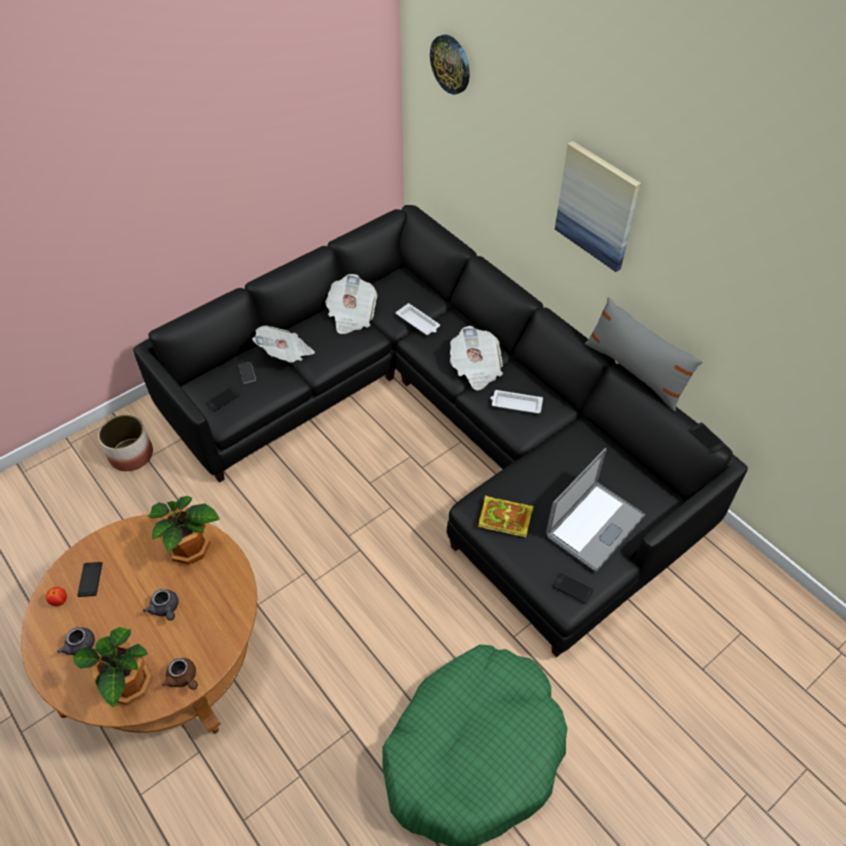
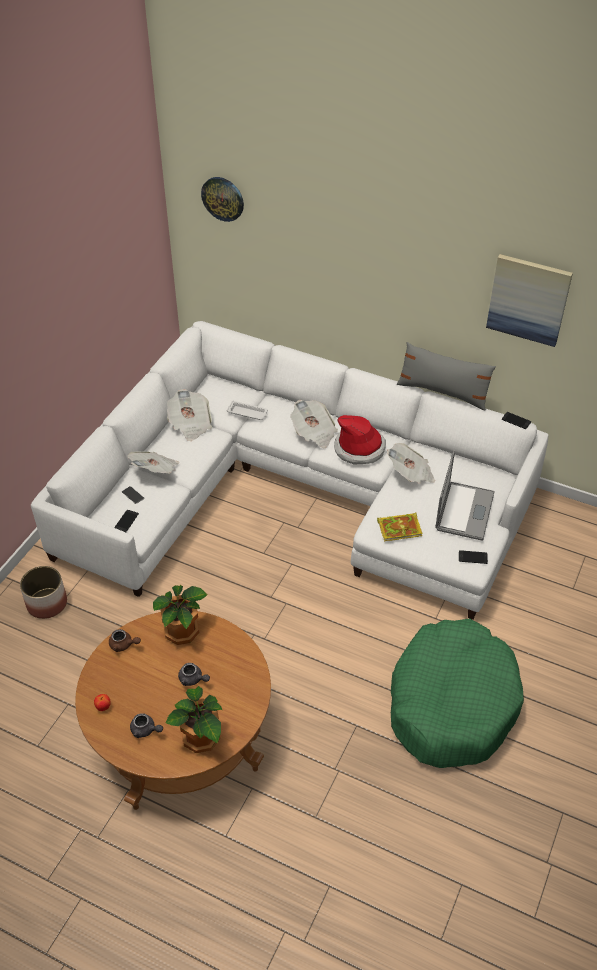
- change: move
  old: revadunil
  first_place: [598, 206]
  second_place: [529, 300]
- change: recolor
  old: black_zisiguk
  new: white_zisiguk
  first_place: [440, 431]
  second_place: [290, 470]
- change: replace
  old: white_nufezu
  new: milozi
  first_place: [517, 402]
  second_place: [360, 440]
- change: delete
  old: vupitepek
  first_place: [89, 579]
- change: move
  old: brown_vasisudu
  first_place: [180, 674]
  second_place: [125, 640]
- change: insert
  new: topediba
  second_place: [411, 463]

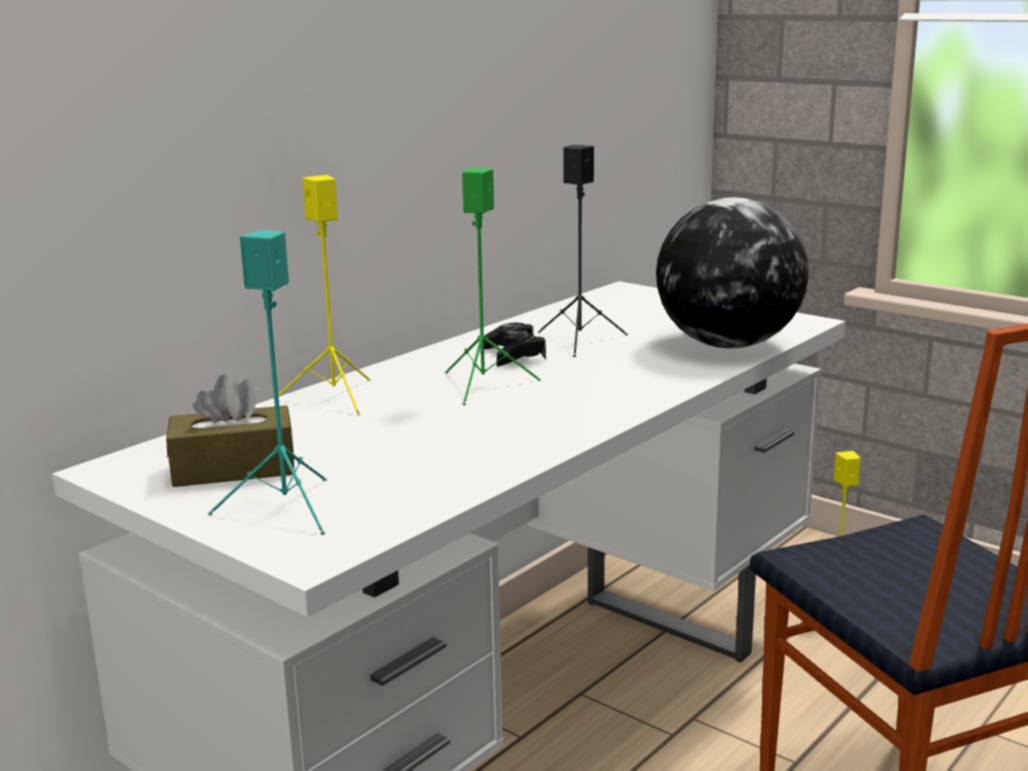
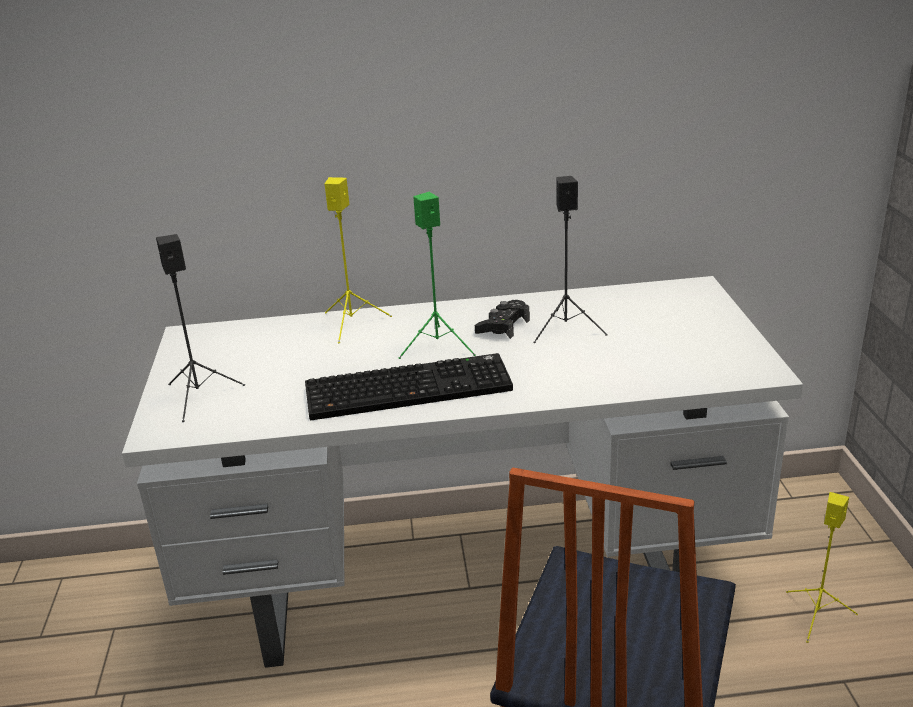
- change: delete
  old: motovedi
  first_place: [732, 273]
- change: recolor
  old: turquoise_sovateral
  new: black_sovateral
  first_place: [267, 382]
  second_place: [200, 328]
- change: delete
  old: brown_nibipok
  first_place: [230, 430]
- change: insert
  new: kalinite
  second_place: [409, 386]

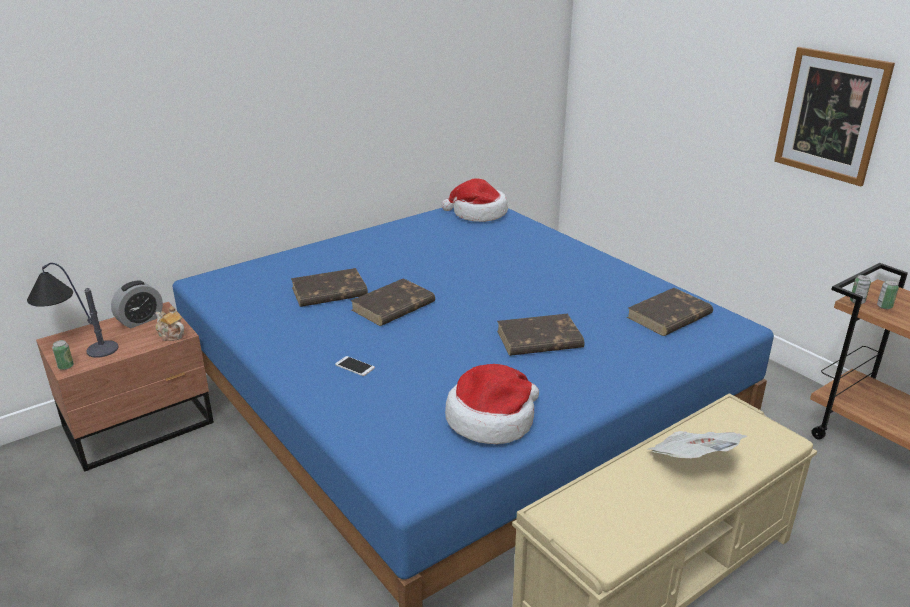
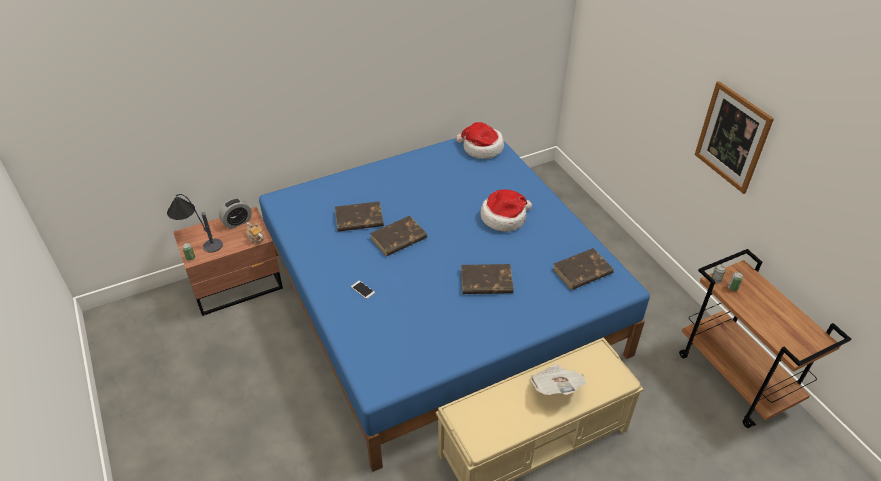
- change: move
  old: milozi
  first_place: [492, 404]
  second_place: [506, 211]

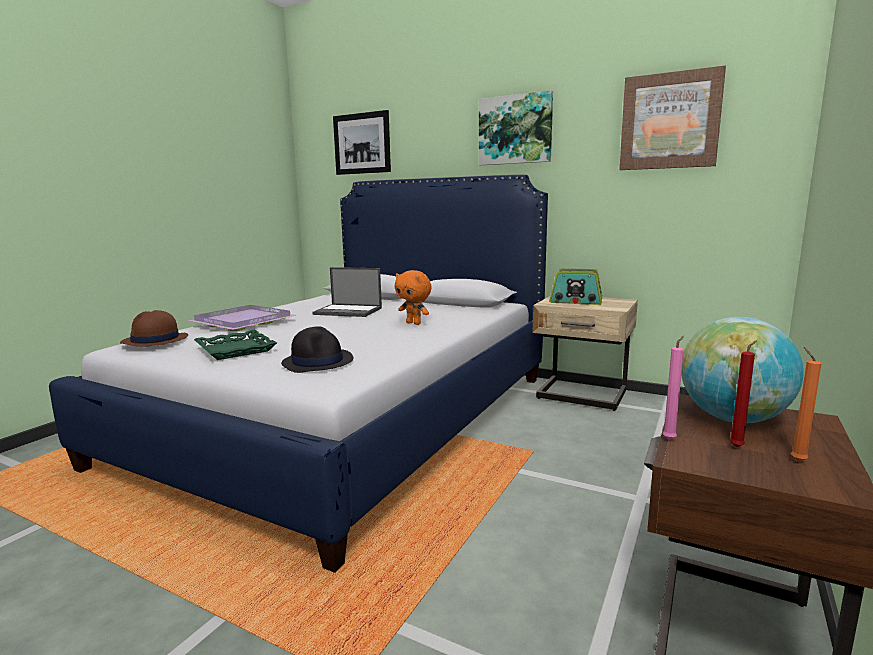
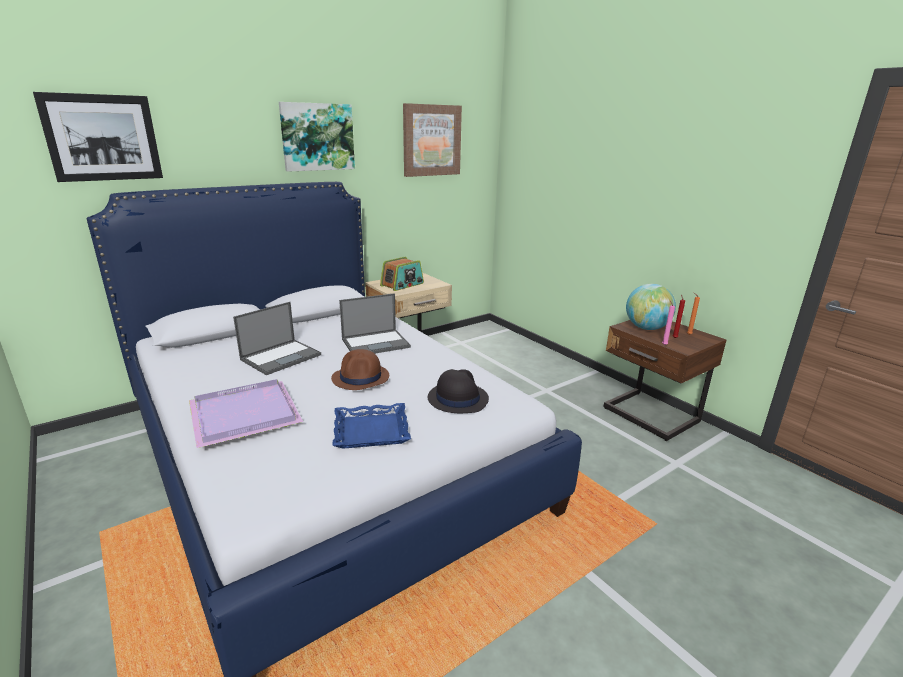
- change: replace
  old: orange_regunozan
  new: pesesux
  first_place: [413, 297]
  second_place: [375, 323]
- change: move
  old: brown_milozi
  first_place: [154, 328]
  second_place: [360, 369]
- change: recolor
  old: green_nufezu
  new: blue_nufezu
  first_place: [235, 344]
  second_place: [371, 426]

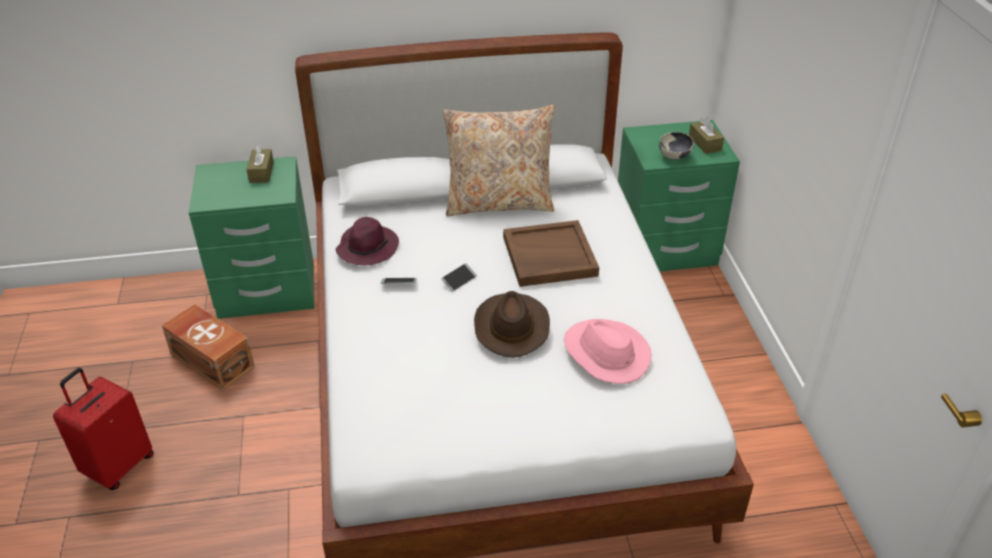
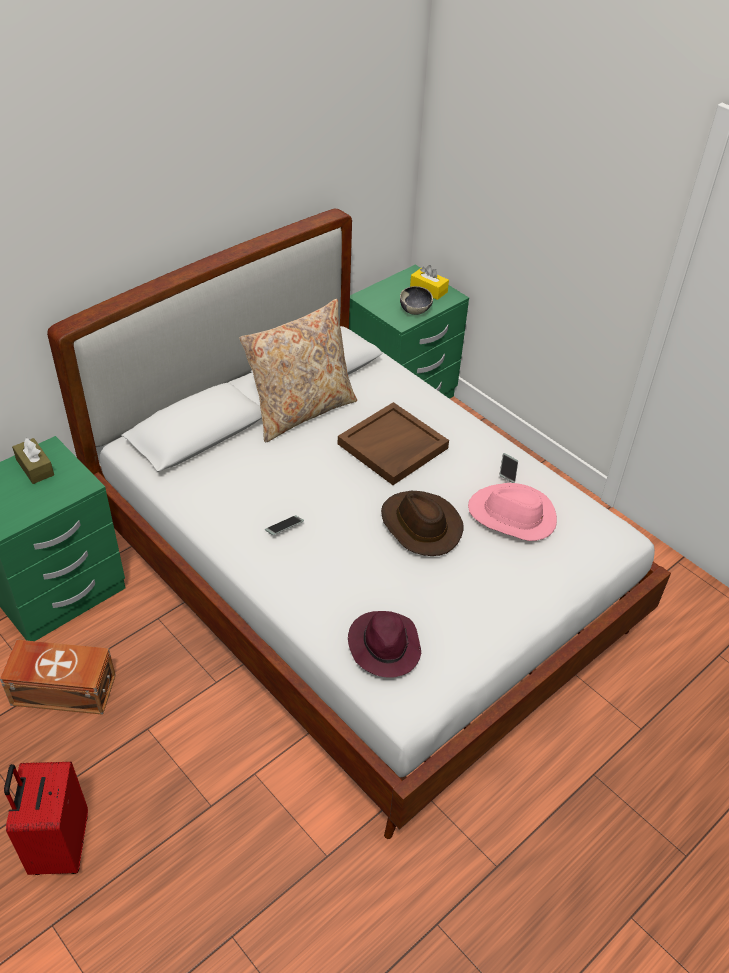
- change: recolor
  old: brown_nibipok
  new: yellow_nibipok
  first_place: [706, 135]
  second_place: [429, 282]
- change: move
  old: purple_milozi
  first_place: [367, 241]
  second_place: [384, 644]
- change: move
  old: vupitepek
  first_place: [459, 277]
  second_place: [509, 468]

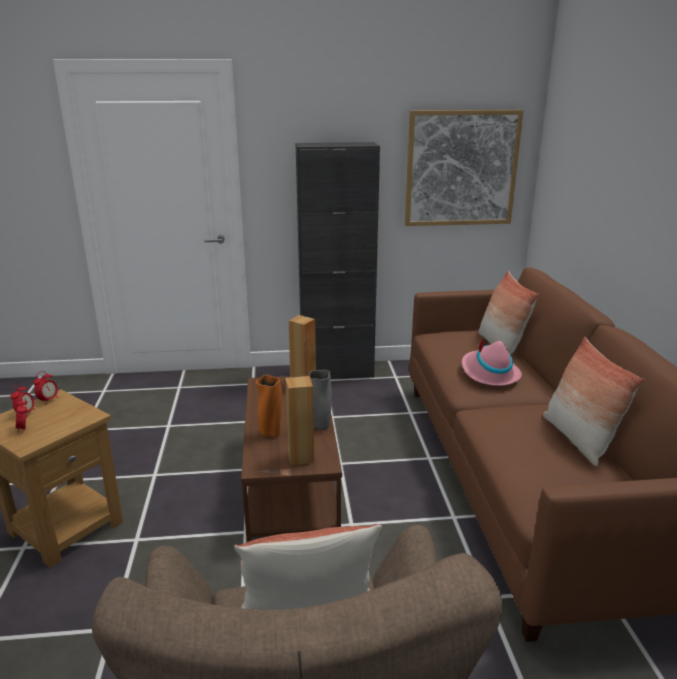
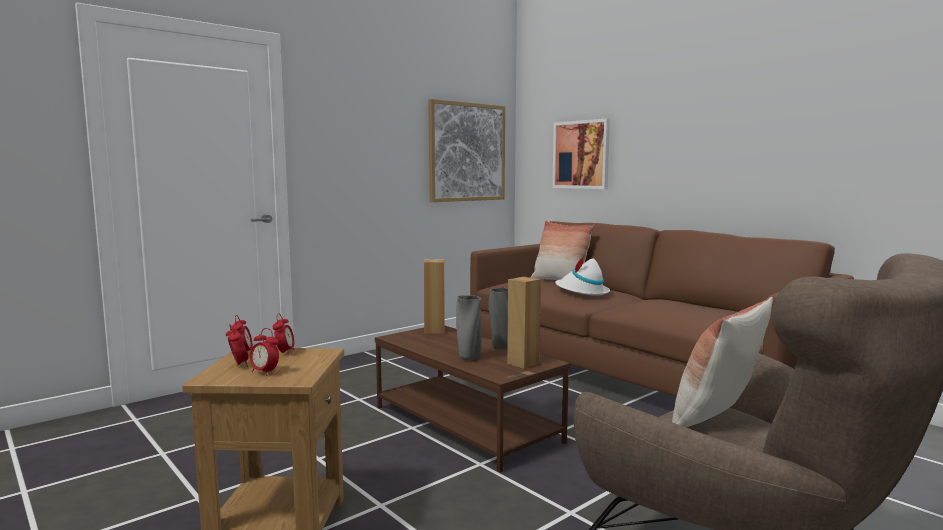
- change: delete
  old: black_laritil
  first_place: [338, 260]
- change: delete
  old: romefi
  first_place: [593, 402]
- change: recolor
  old: pink_milozi
  new: white_milozi
  first_place: [492, 362]
  second_place: [582, 275]
- change: recolor
  old: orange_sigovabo
  new: grey_sigovabo
  first_place: [269, 406]
  second_place: [469, 328]
- change: insert
  new: revadunil
  second_place: [581, 153]
- change: insert
  new: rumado
  second_place: [283, 334]

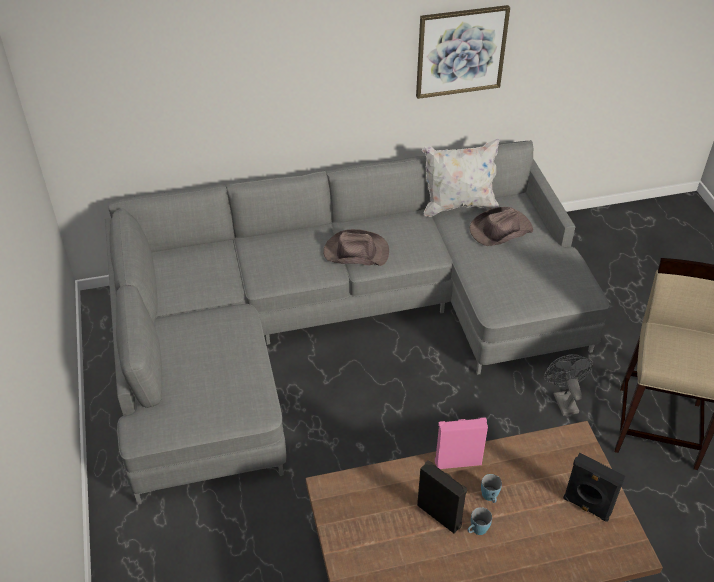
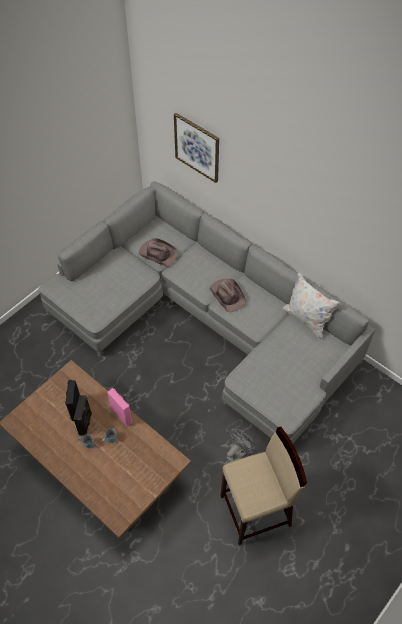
- change: move
  old: revadunil
  first_place: [463, 52]
  second_place: [196, 148]
- change: move
  old: brown_milozi
  first_place: [501, 226]
  second_place: [158, 252]
- change: move
  old: black_sovateral
  first_place: [594, 487]
  second_place: [72, 400]

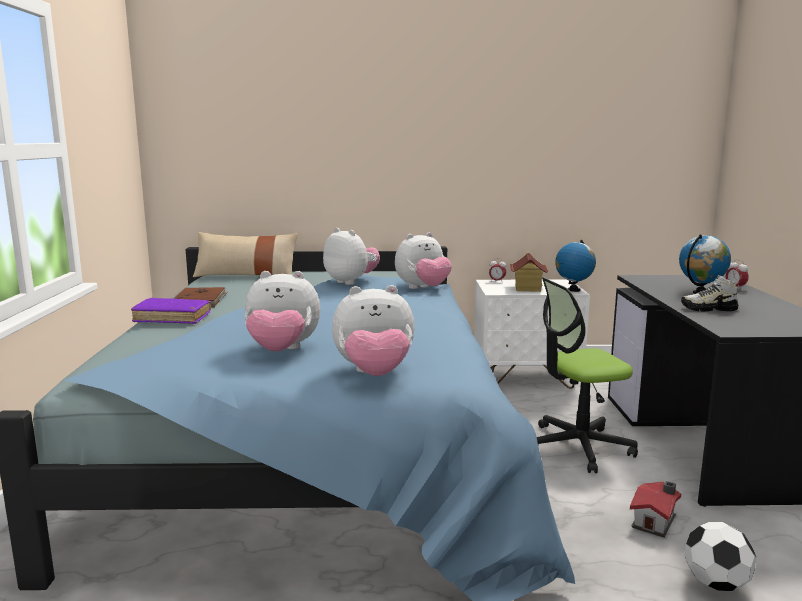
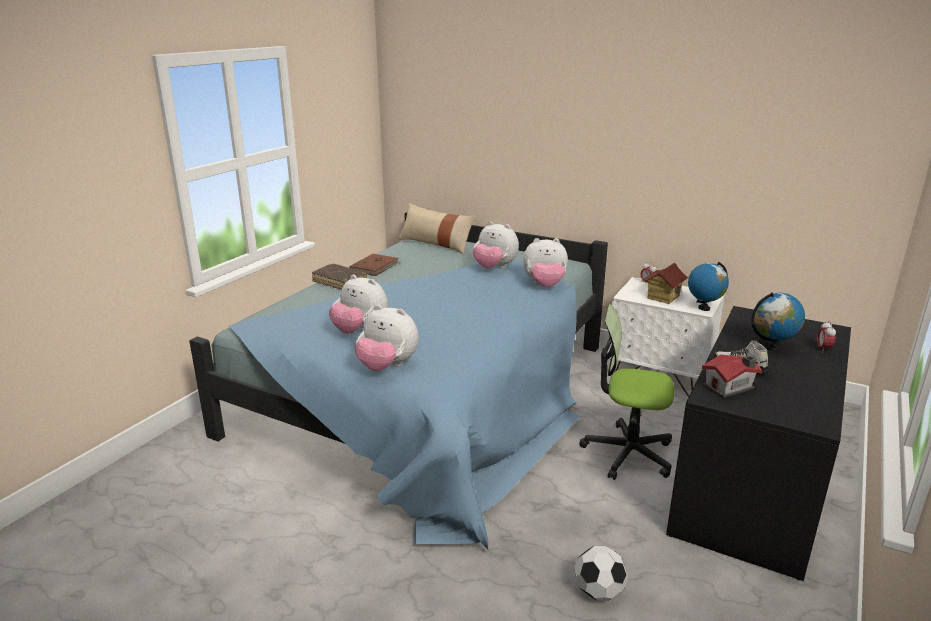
- change: rotate
  old: regunozan
  first_place: [351, 256]
  second_place: [496, 245]
  degrees: 135
- change: recolor
  old: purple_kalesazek
  new: brown_kalesazek
  first_place: [171, 311]
  second_place: [339, 277]
- change: move
  old: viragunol
  first_place: [655, 509]
  second_place: [732, 376]

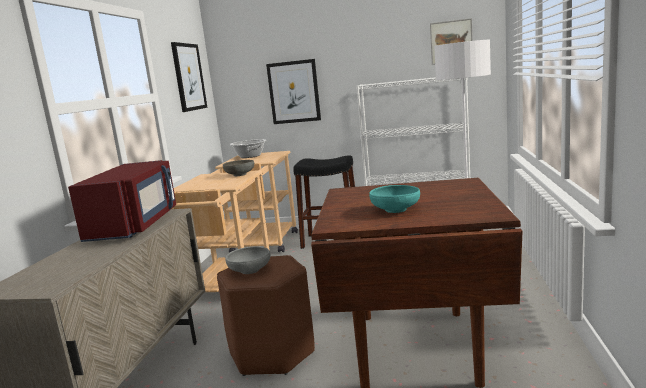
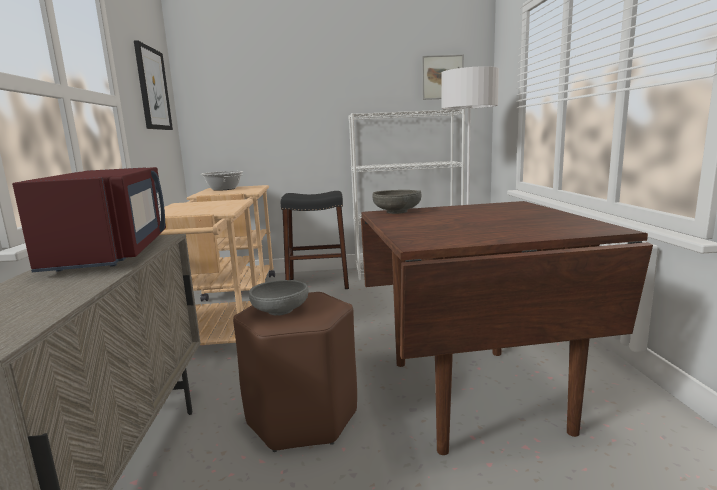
- change: delete
  old: revadunil
  first_place: [293, 91]
- change: move
  old: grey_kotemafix
  first_place: [238, 168]
  second_place: [397, 202]
- change: delete
  old: turquoise_kotemafix
  first_place: [394, 199]

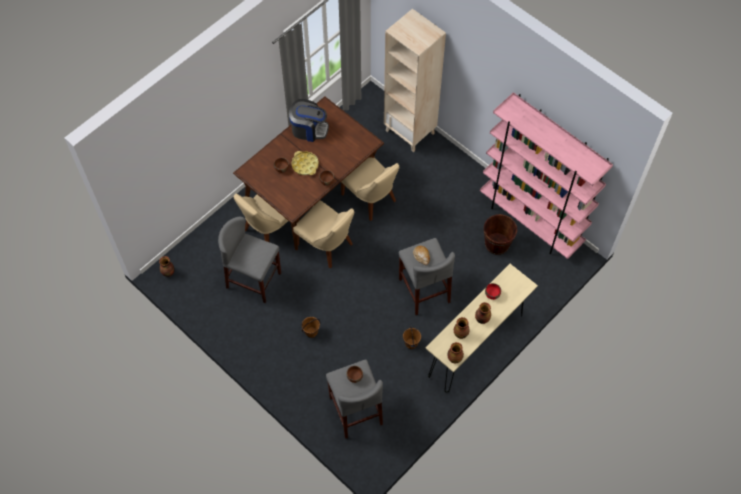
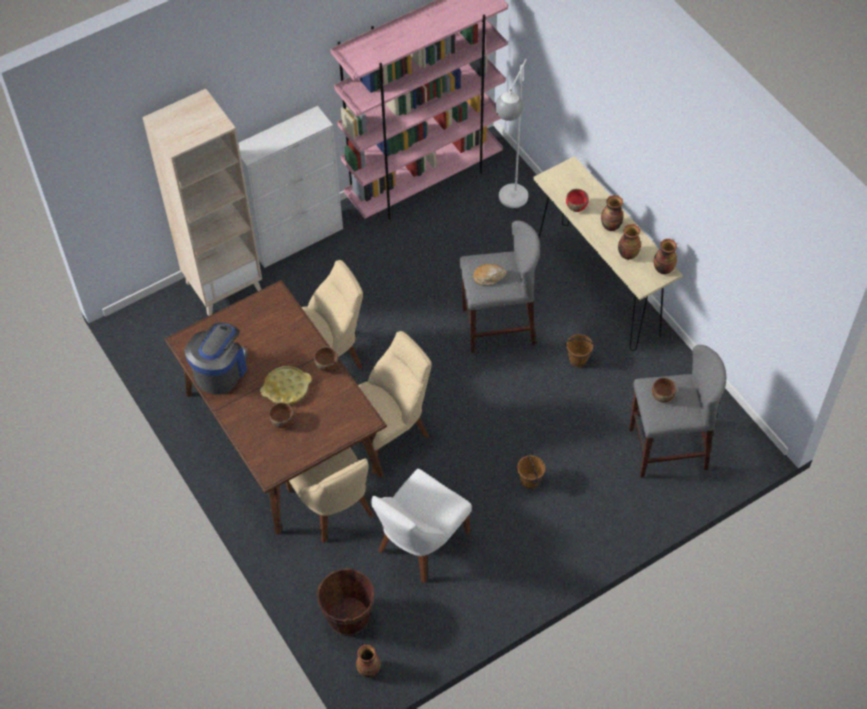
- change: move
  old: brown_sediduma
  first_place: [500, 234]
  second_place: [345, 602]
- change: replace
  old: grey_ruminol
  new: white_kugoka
  first_place: [249, 260]
  second_place: [421, 526]
- change: insert
  new: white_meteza
  second_place: [511, 133]
- change: insert
  new: white_laritil
  second_place: [290, 187]

